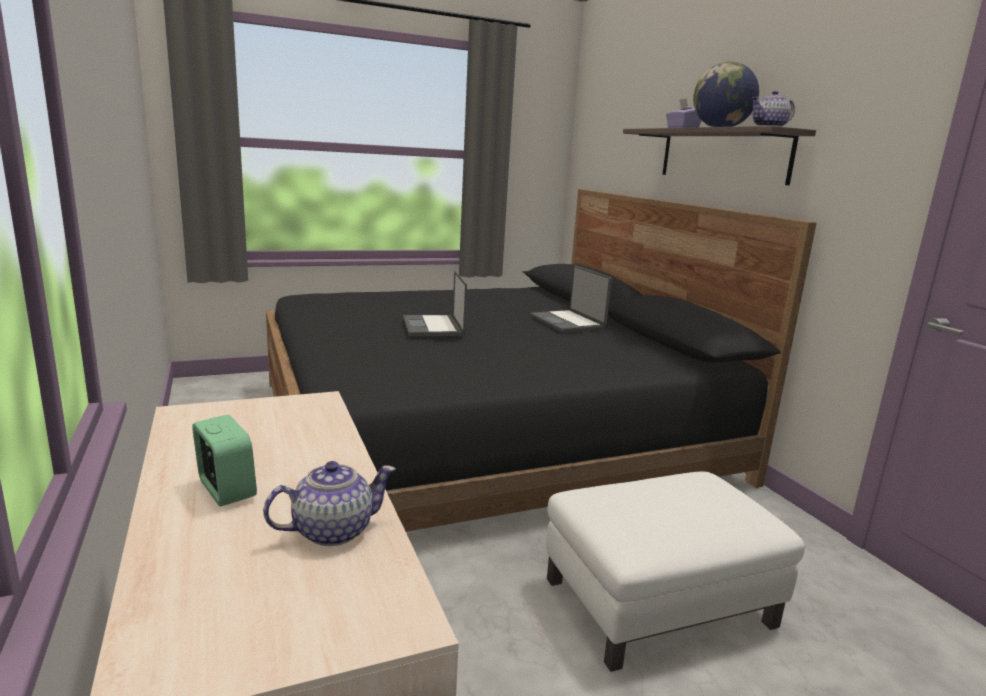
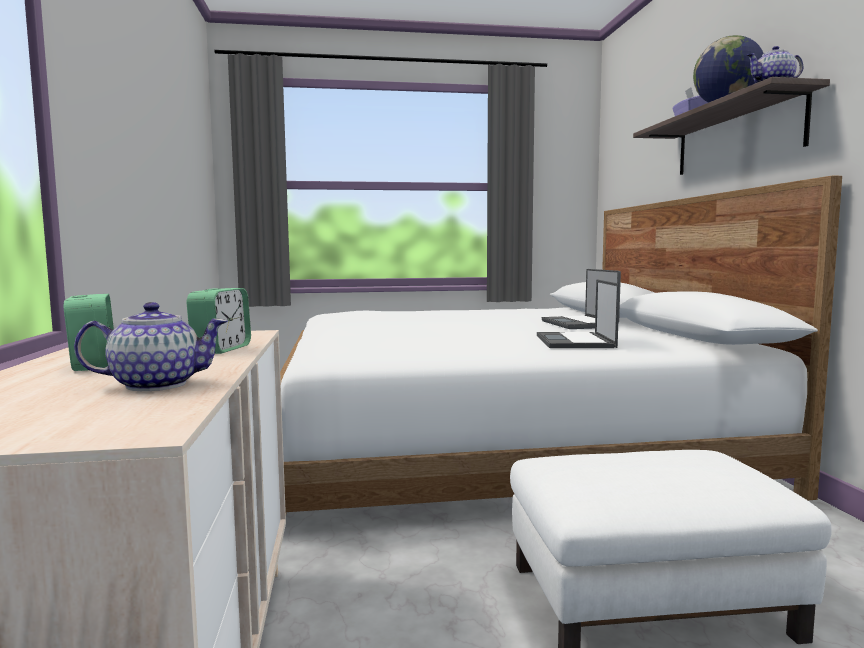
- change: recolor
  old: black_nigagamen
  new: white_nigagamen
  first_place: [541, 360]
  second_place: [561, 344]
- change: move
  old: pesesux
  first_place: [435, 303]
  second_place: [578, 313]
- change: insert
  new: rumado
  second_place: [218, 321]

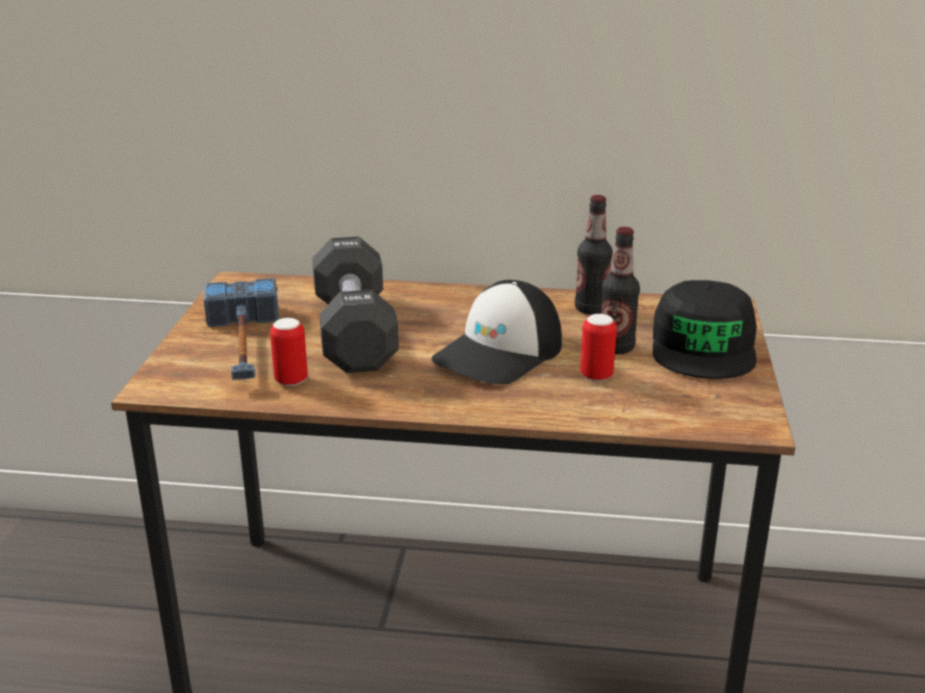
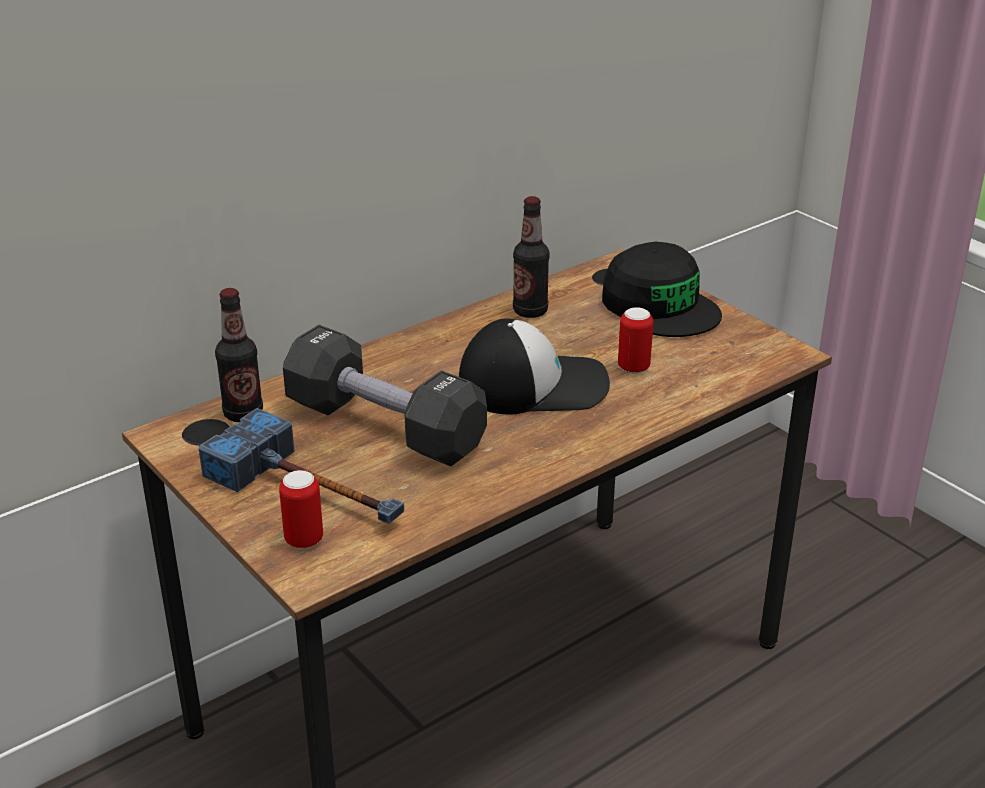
- change: move
  old: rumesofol
  first_place: [620, 290]
  second_place: [239, 355]
- change: rotate
  old: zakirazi
  first_place: [496, 332]
  second_place: [534, 366]
  degrees: -90
- change: move
  old: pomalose
  first_place: [289, 352]
  second_place: [301, 509]

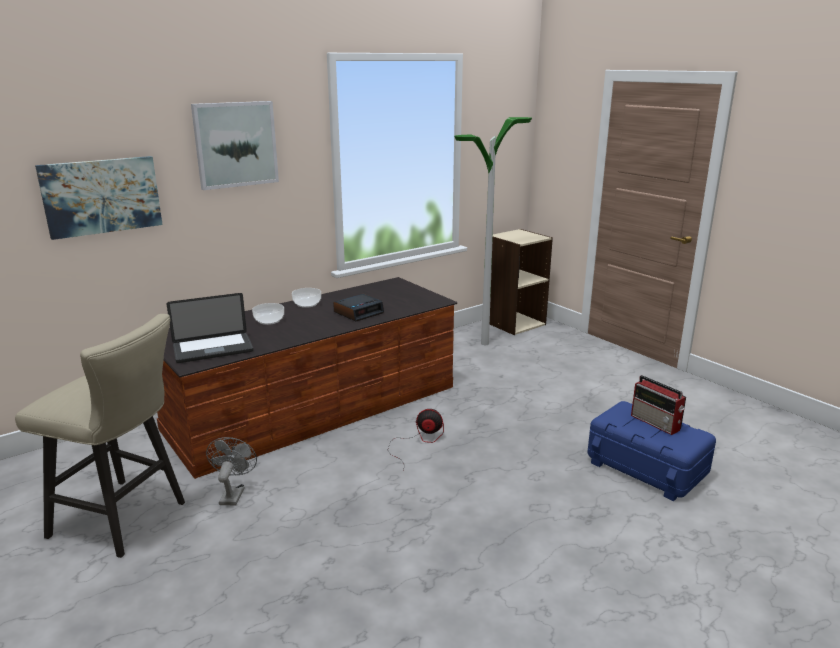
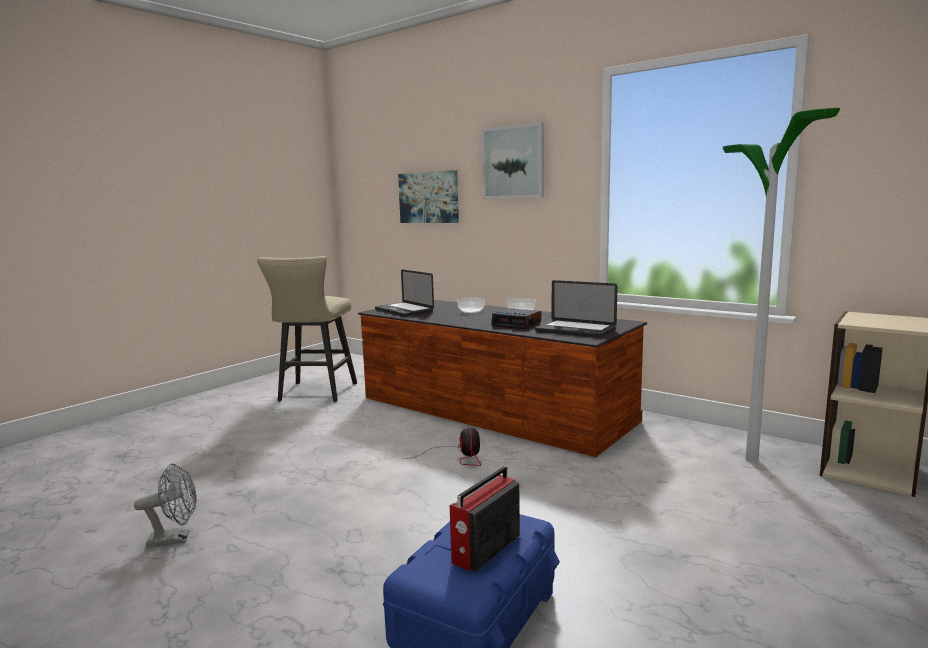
- change: move
  old: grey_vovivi
  first_place: [231, 471]
  second_place: [165, 505]
- change: insert
  new: pesesux
  second_place: [576, 309]

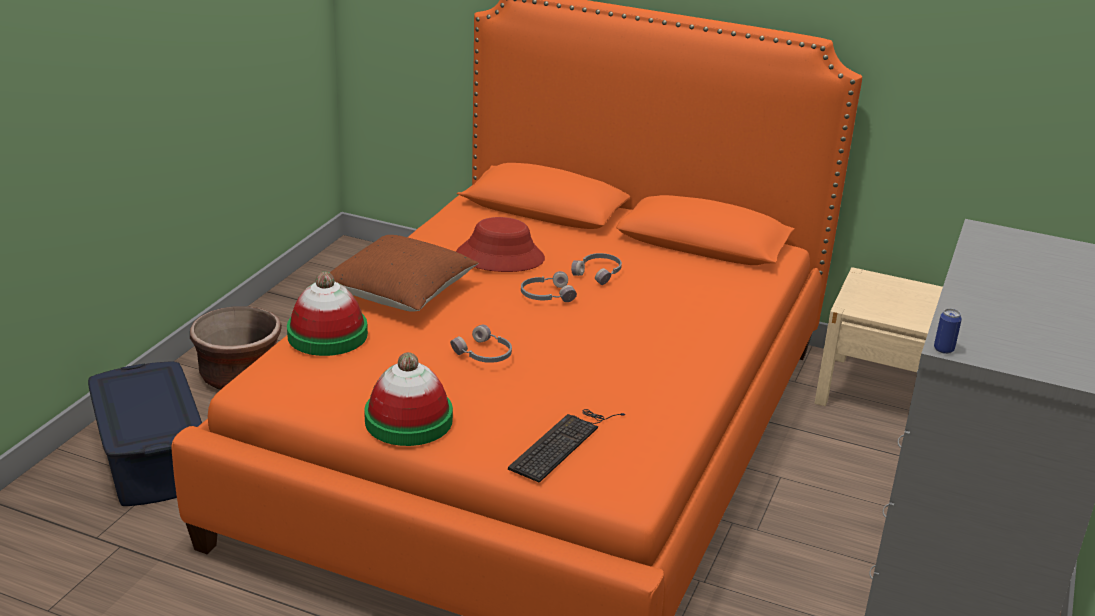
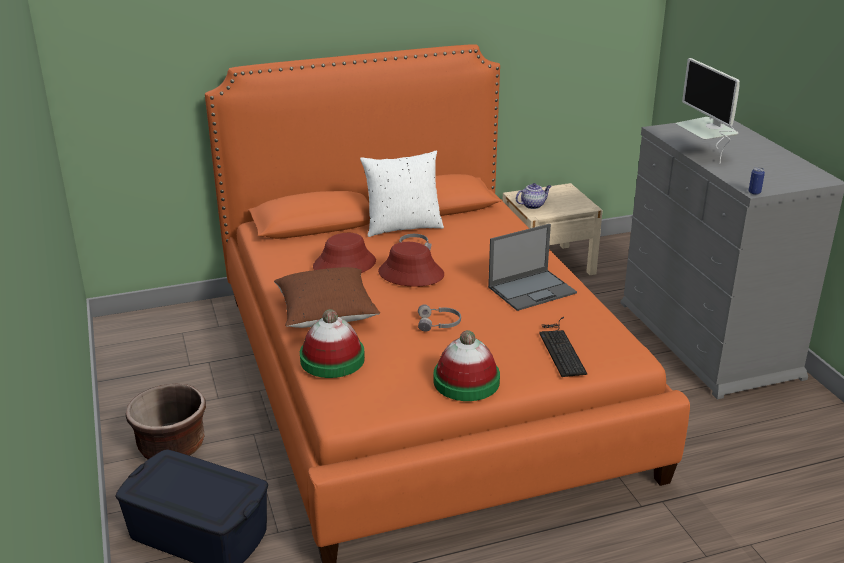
- change: replace
  old: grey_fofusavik
  new: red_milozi
  first_place: [549, 286]
  second_place: [411, 264]
- change: insert
  new: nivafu
  second_place: [708, 110]
- change: insert
  new: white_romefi
  second_place: [402, 193]
- change: insert
  new: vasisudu
  second_place: [533, 196]
- change: insert
  new: pesesux
  second_place: [532, 267]

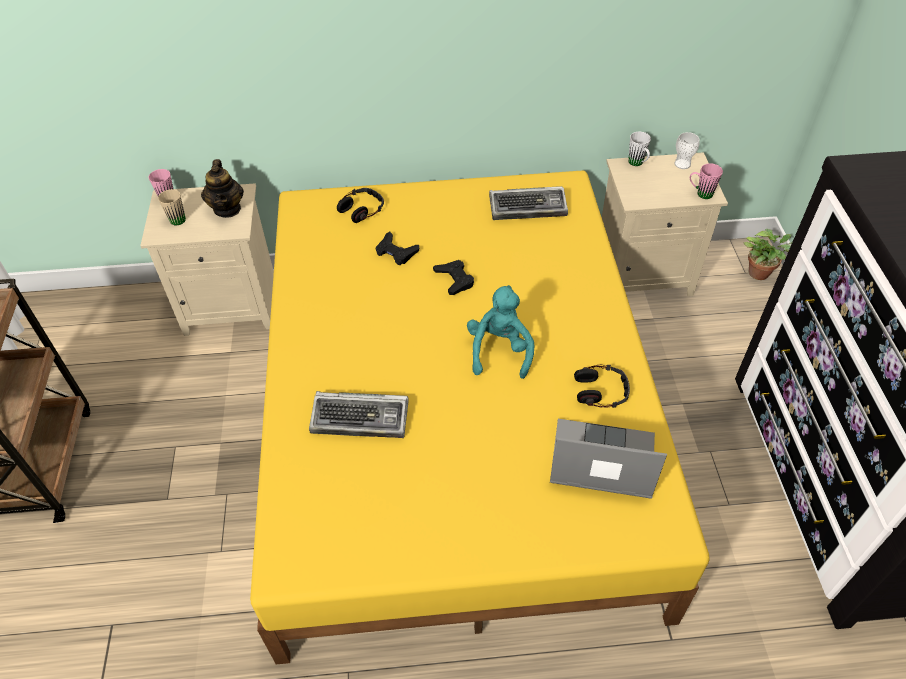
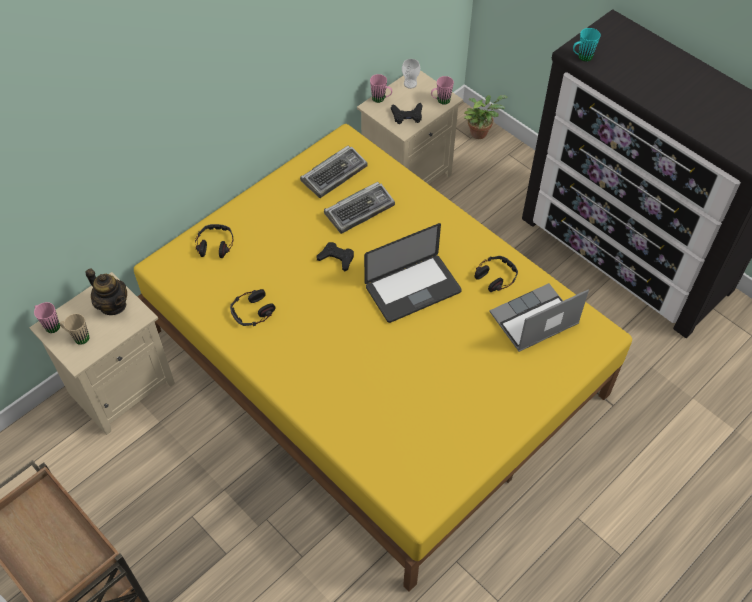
- change: recolor
  old: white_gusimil
  new: pink_gusimil
  first_place: [639, 149]
  second_place: [381, 88]
- change: move
  old: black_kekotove
  first_place: [397, 248]
  second_place: [406, 113]
- change: replace
  old: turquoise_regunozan
  new: pesesux
  first_place: [500, 332]
  second_place: [413, 273]
- change: move
  old: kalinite
  first_place: [359, 414]
  second_place: [359, 208]
- change: insert
  new: turquoise_gusimil
  second_place: [587, 45]
- change: insert
  new: fofusavik
  second_place: [253, 307]

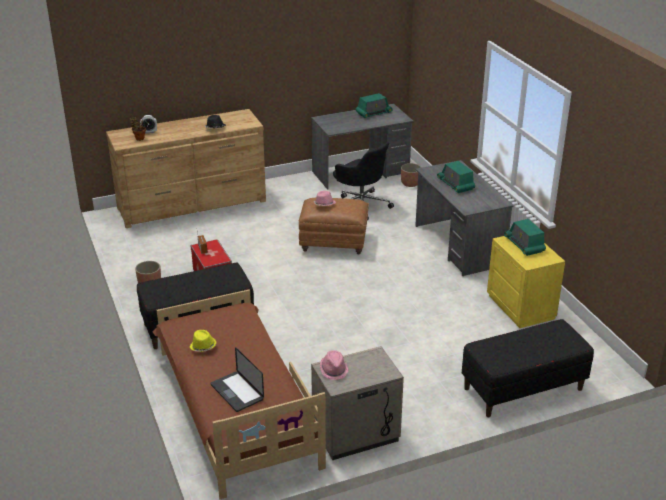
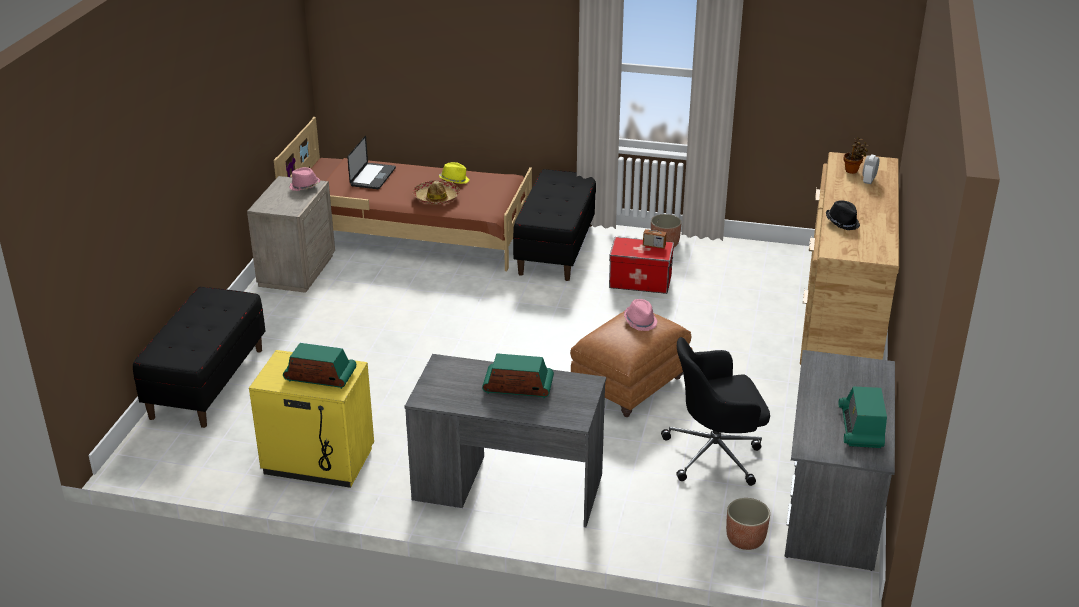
- change: rotate
  old: pesesux
  first_place: [237, 379]
  second_place: [371, 162]
  degrees: 105
- change: insert
  new: milozi
  second_place: [436, 192]

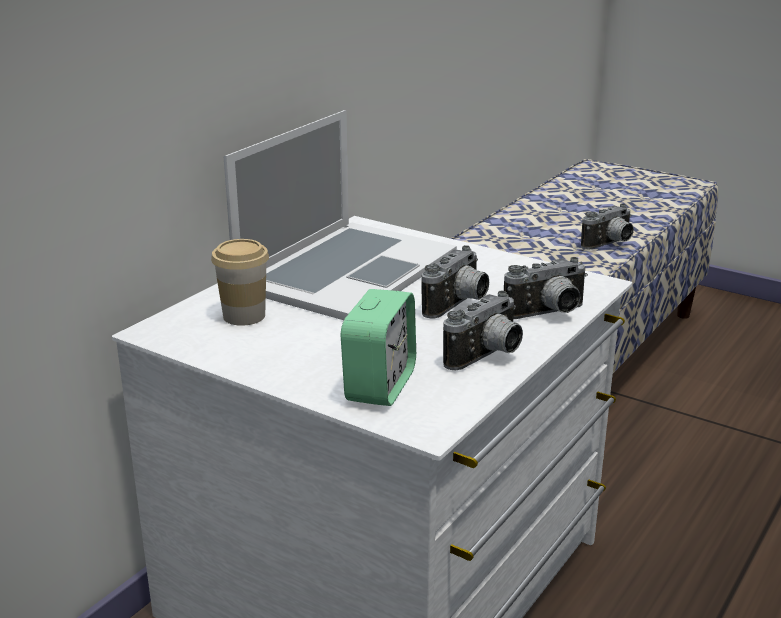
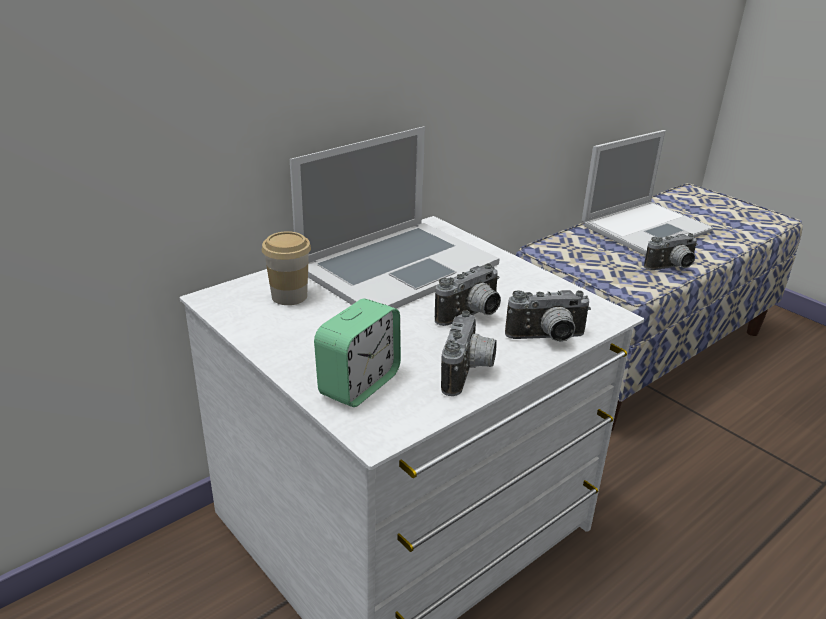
- change: rotate
  old: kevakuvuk
  first_place: [483, 330]
  second_place: [469, 353]
  degrees: -45
- change: insert
  new: pesesux
  second_place: [647, 192]

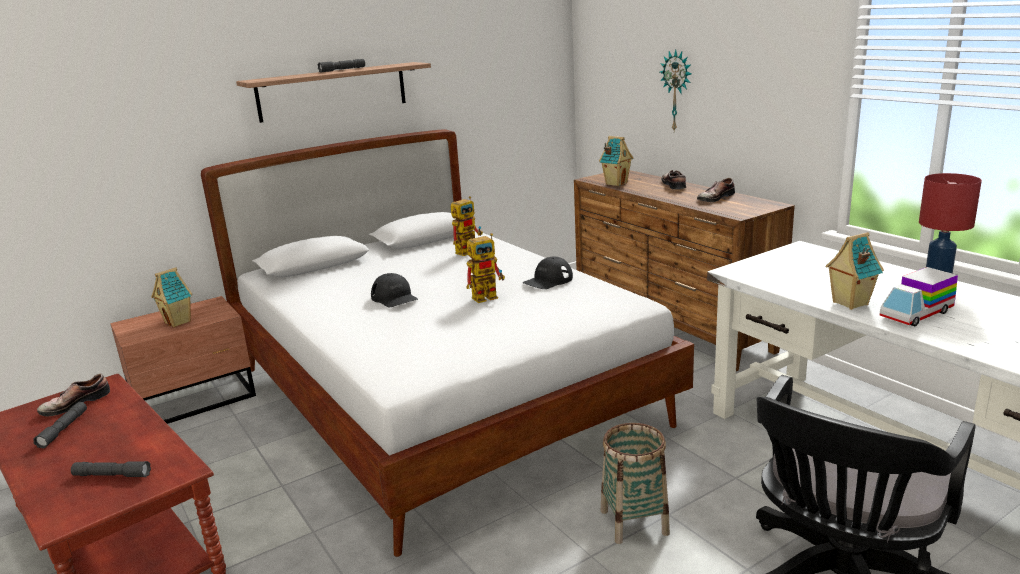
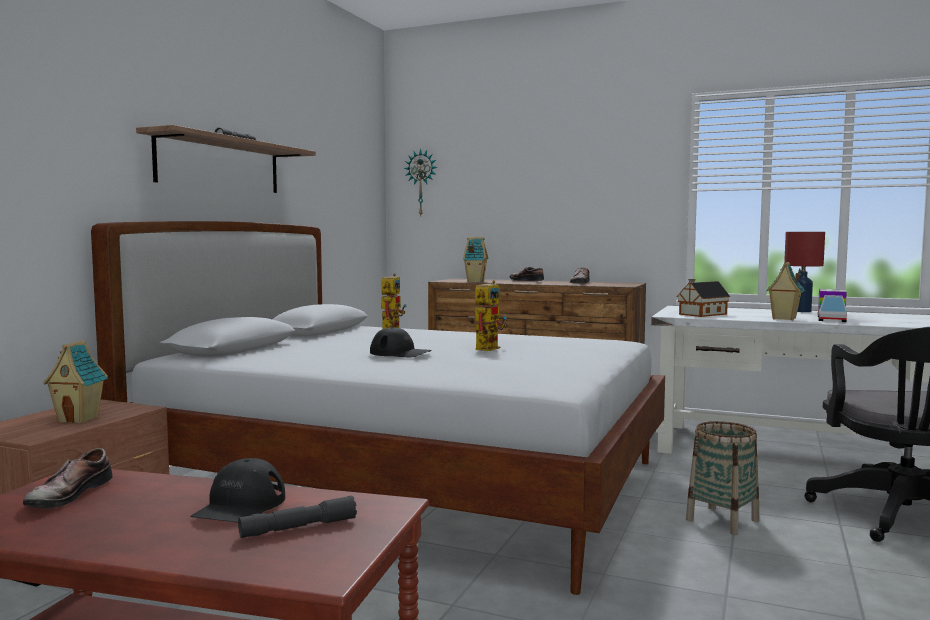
- change: move
  old: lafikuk
  first_place: [675, 90]
  second_place: [420, 182]
- change: move
  old: black_zakirazi
  first_place: [547, 273]
  second_place: [237, 490]
- change: delete
  old: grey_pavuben
  first_place: [60, 425]
- change: insert
  new: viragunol
  second_place: [703, 298]

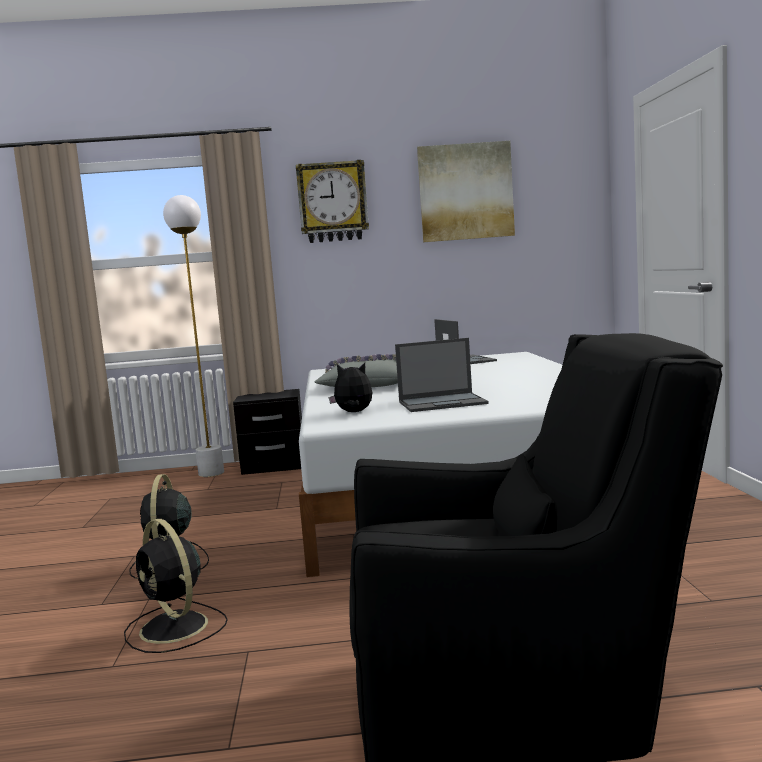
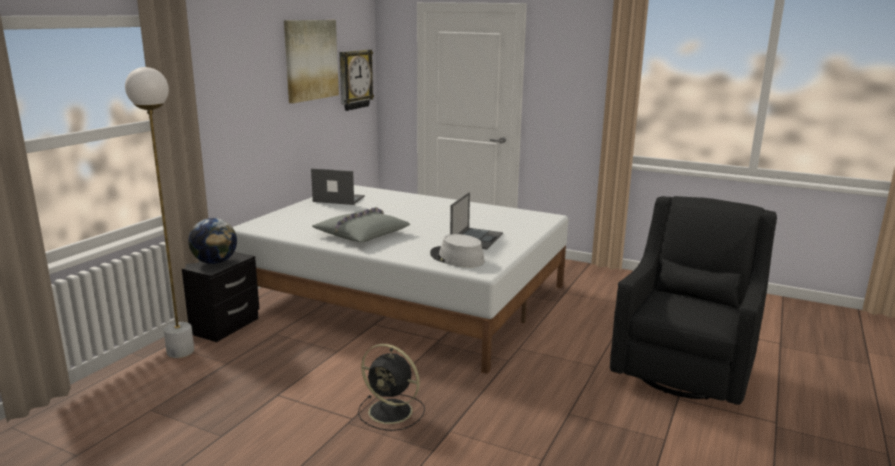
- change: move
  old: lafikuk
  first_place: [332, 201]
  second_place: [357, 80]
- change: replace
  old: regunozan
  new: grey_milozi
  first_place: [350, 387]
  second_place: [457, 251]
- change: delete
  old: black_vovivi
  first_place: [176, 586]
- change: insert
  new: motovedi
  second_place: [212, 241]

